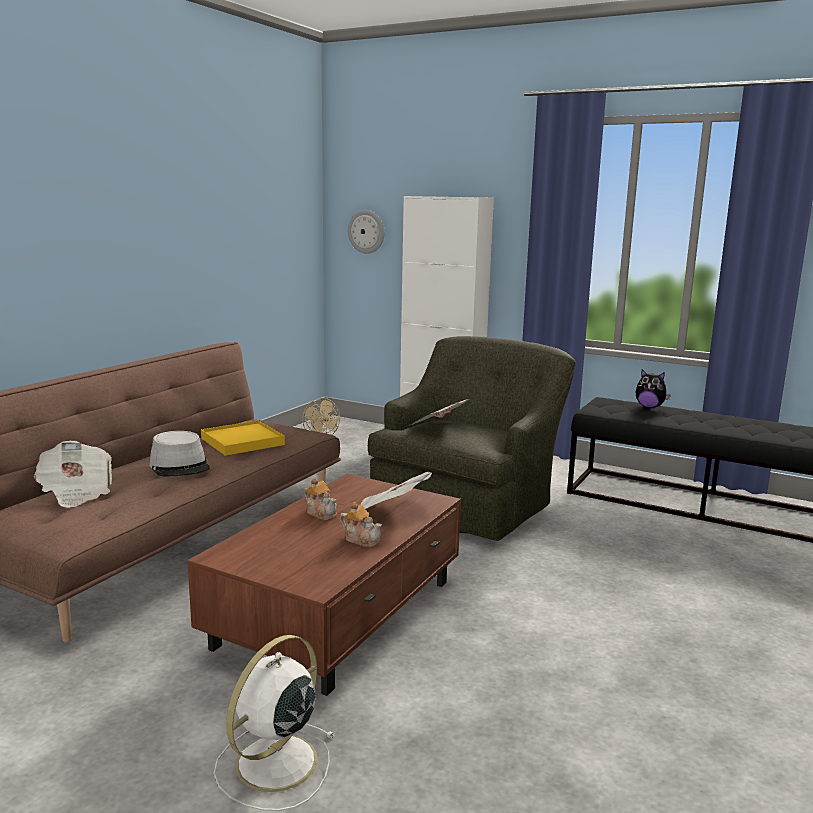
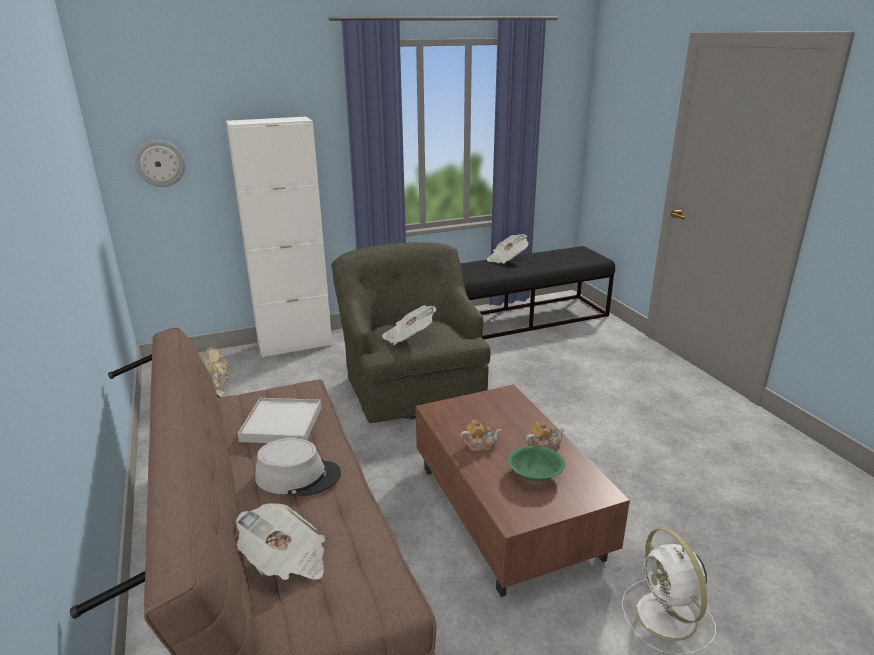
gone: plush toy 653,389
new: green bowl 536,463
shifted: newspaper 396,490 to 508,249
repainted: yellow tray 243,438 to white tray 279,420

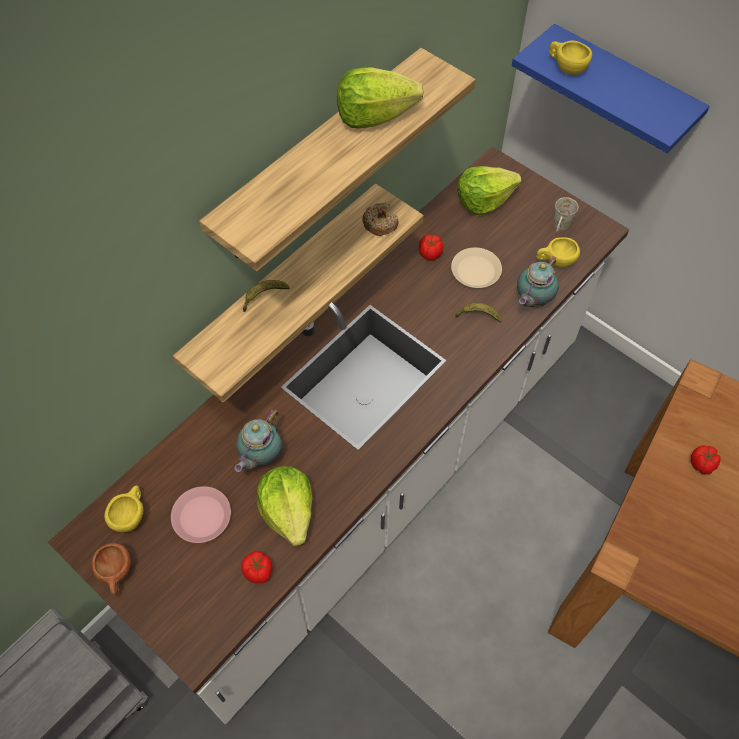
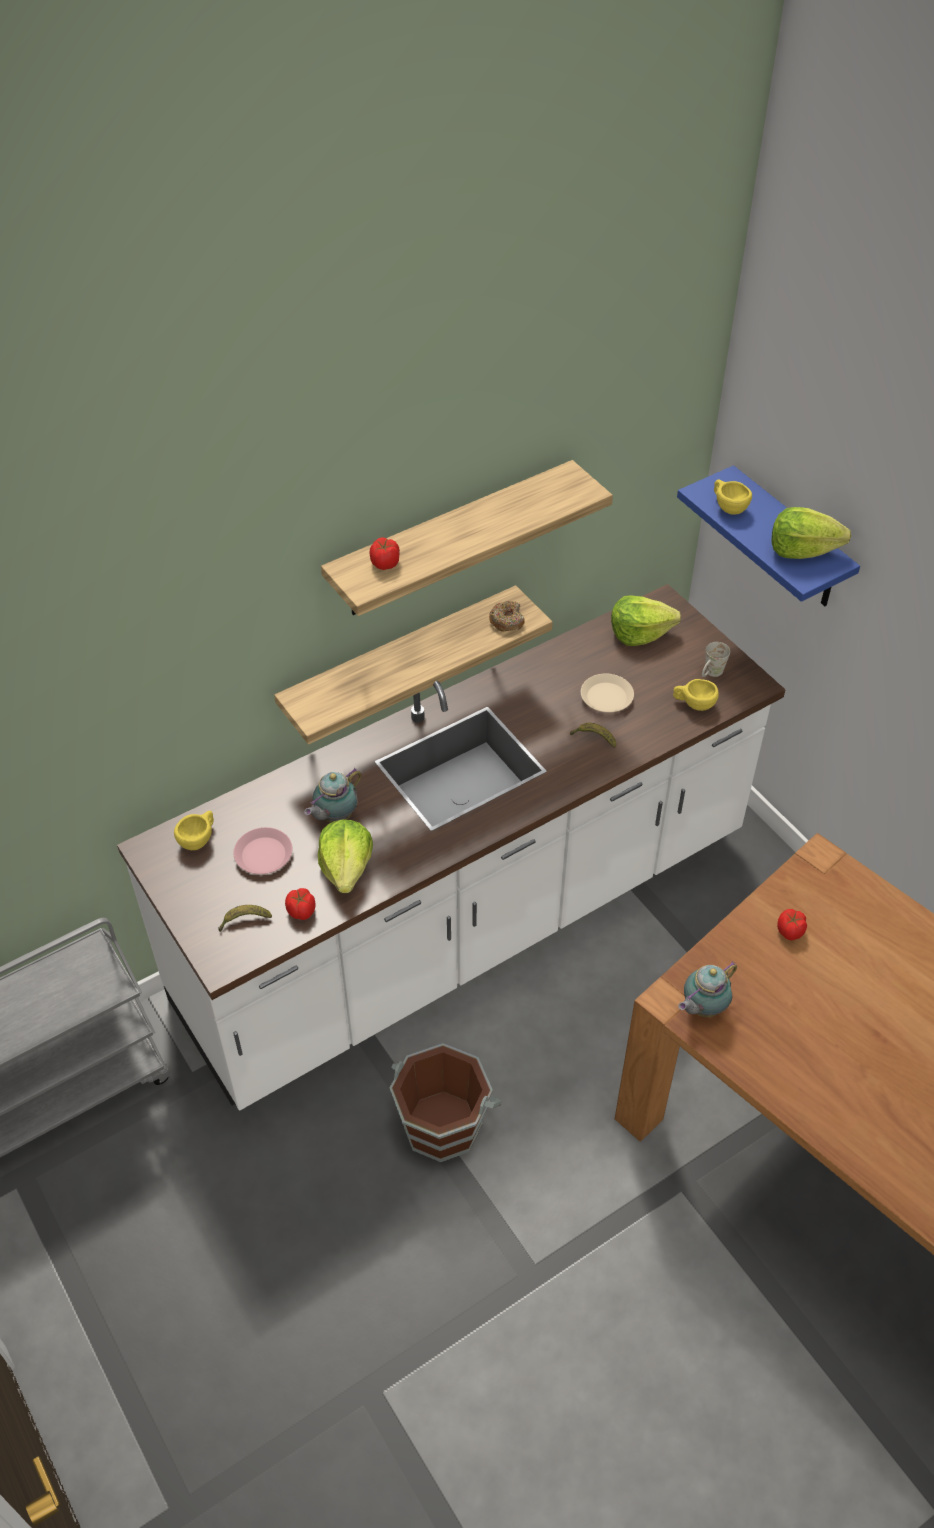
gone: brown cup 111,570
new: brown bucket 446,1102
shifted: lettuce 380,98 to 811,533; tomato 431,247 to 385,553; teapot 538,282 to 707,989; banana 266,296 to 245,918

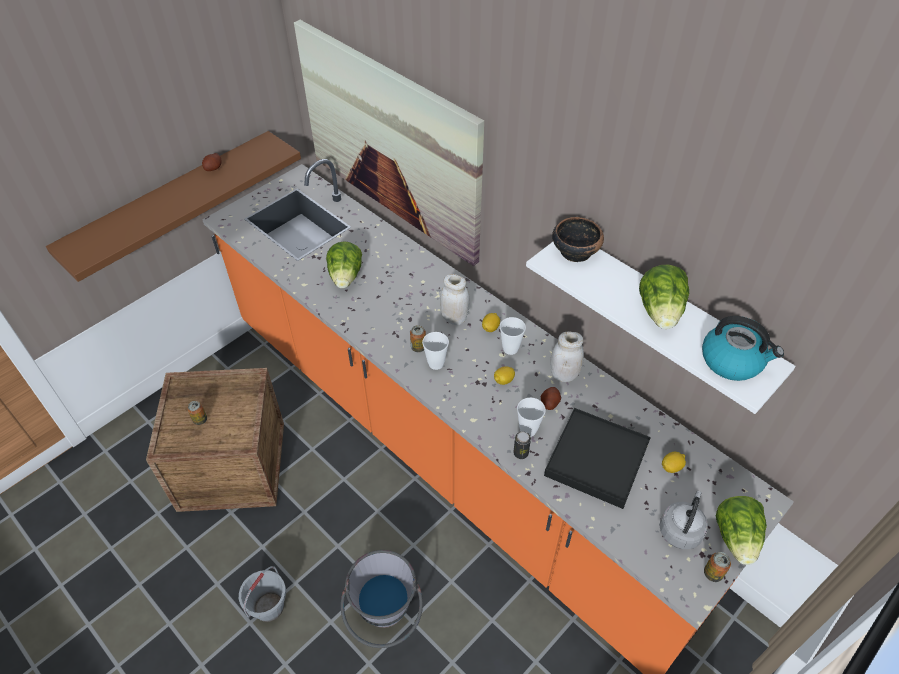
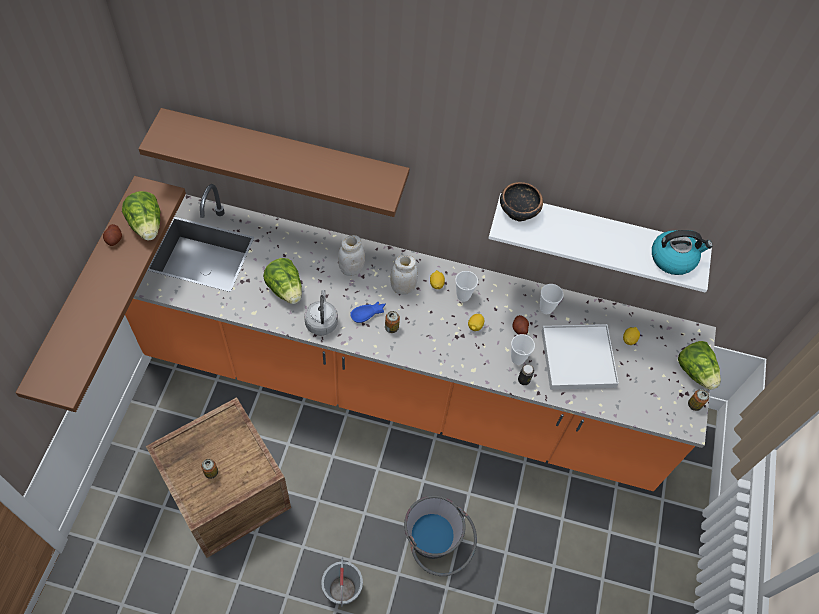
new: blue bowl 367,312
shifted: lettuce 664,297 to 141,215; cup 435,351 to 552,299; white jar 567,357 to 351,255; grey kettle 683,520 to 321,313
swapped: picture 389,143 to brown shelf 274,162
repainted: black tray 597,458 to white tray 580,357

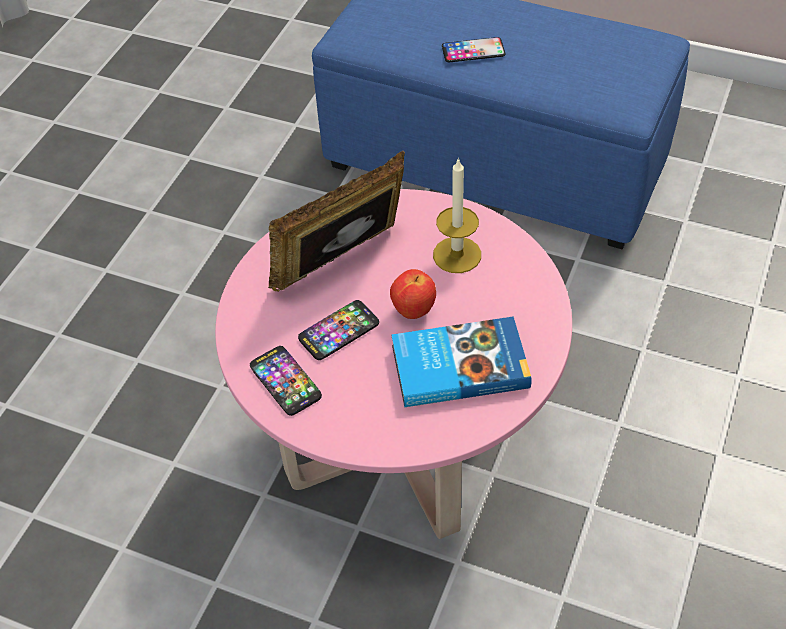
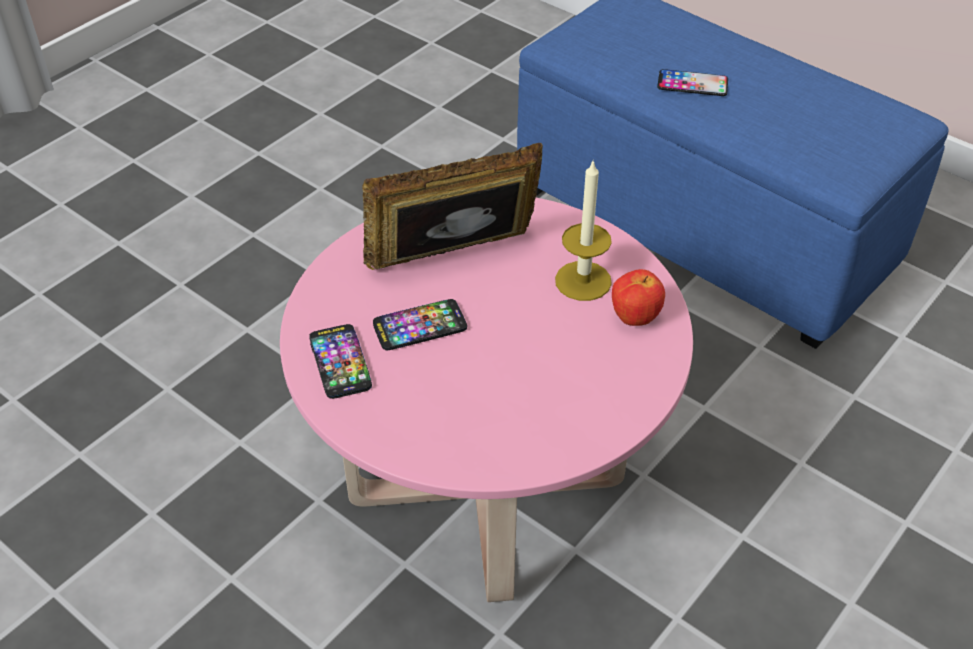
gone: book 461,361
shifted: apple 413,294 to 638,297

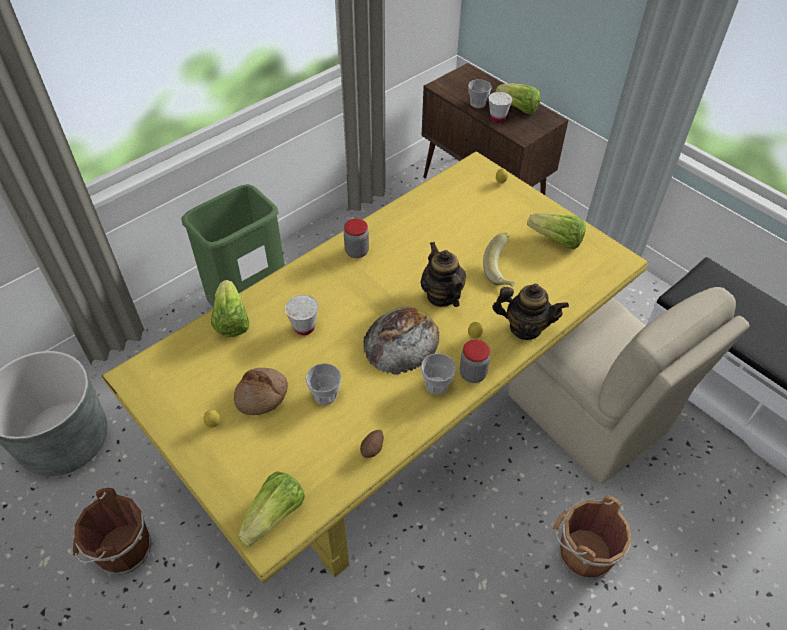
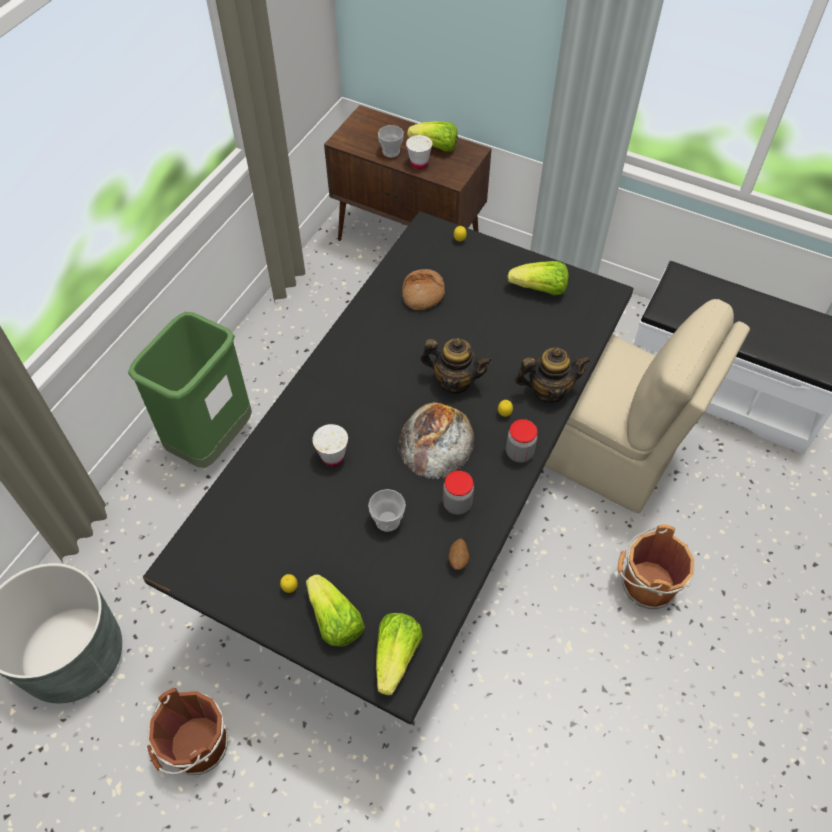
gone: banana 498,260; cup 438,374
shifted: jar 356,238 to 458,493; lettuce 230,308 to 335,610; bread 261,391 to 423,289
repainted: yellow dining table 375,367 to black dining table 388,467
rotated: teapot 443,274 = 456,365 150 degrees clockwise

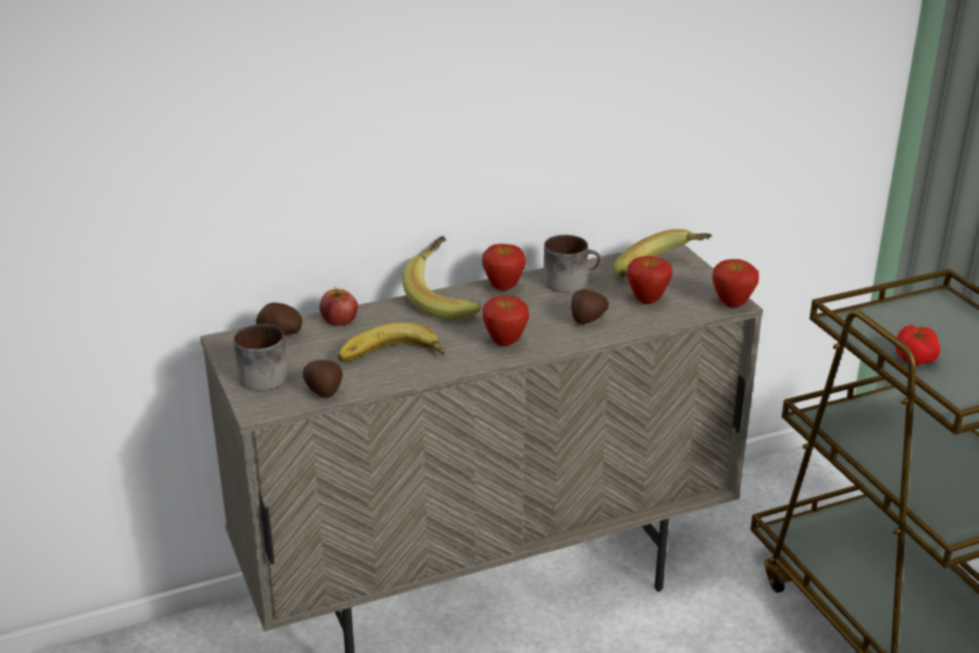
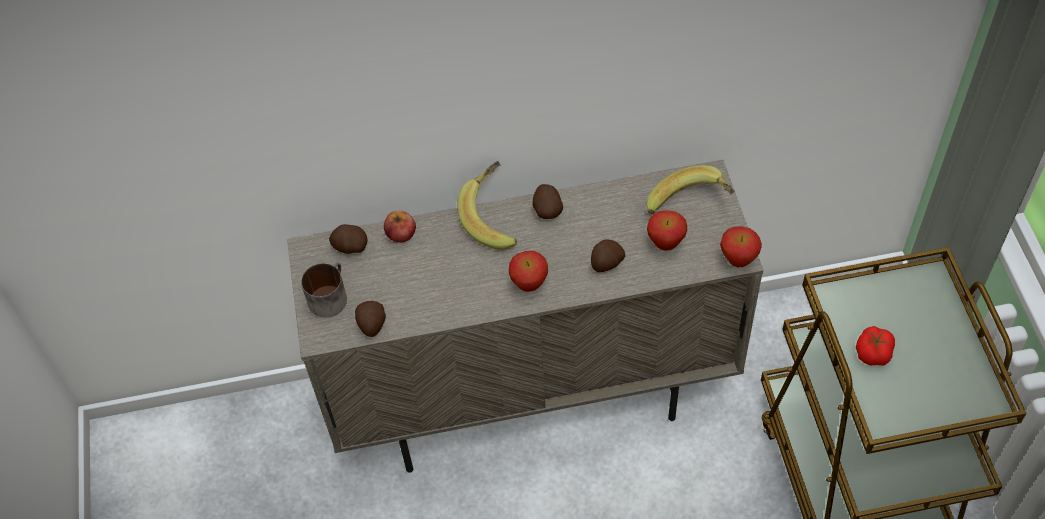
gone: mug 572,264; banana 391,342
swapped: apple 504,267 to potato 547,201

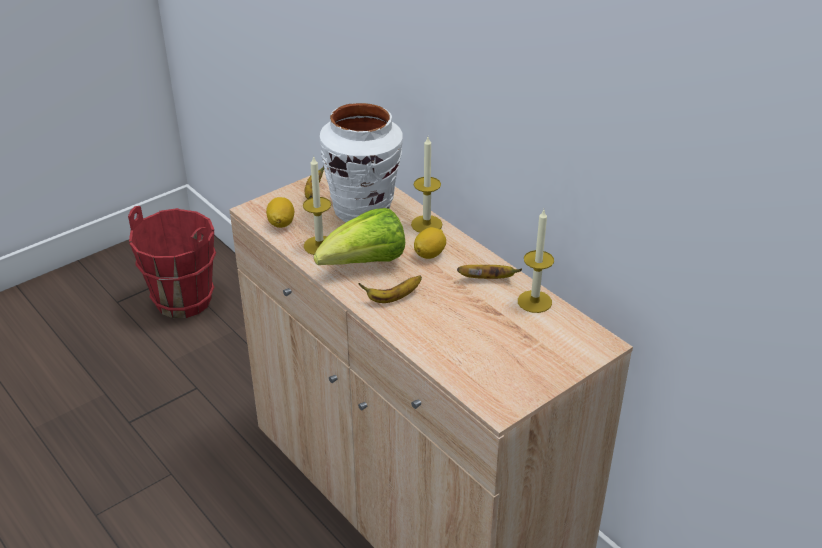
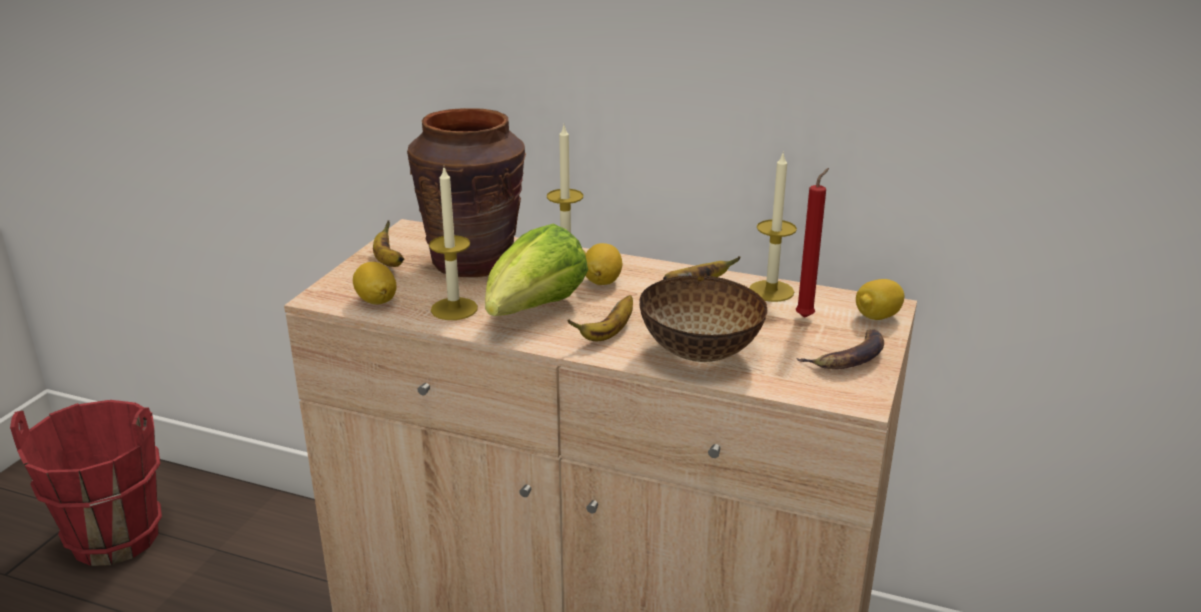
new: red candle 812,243; bowl 704,318; lemon 880,299; banana 840,349
repainted: white vase 361,162 to brown vase 466,192

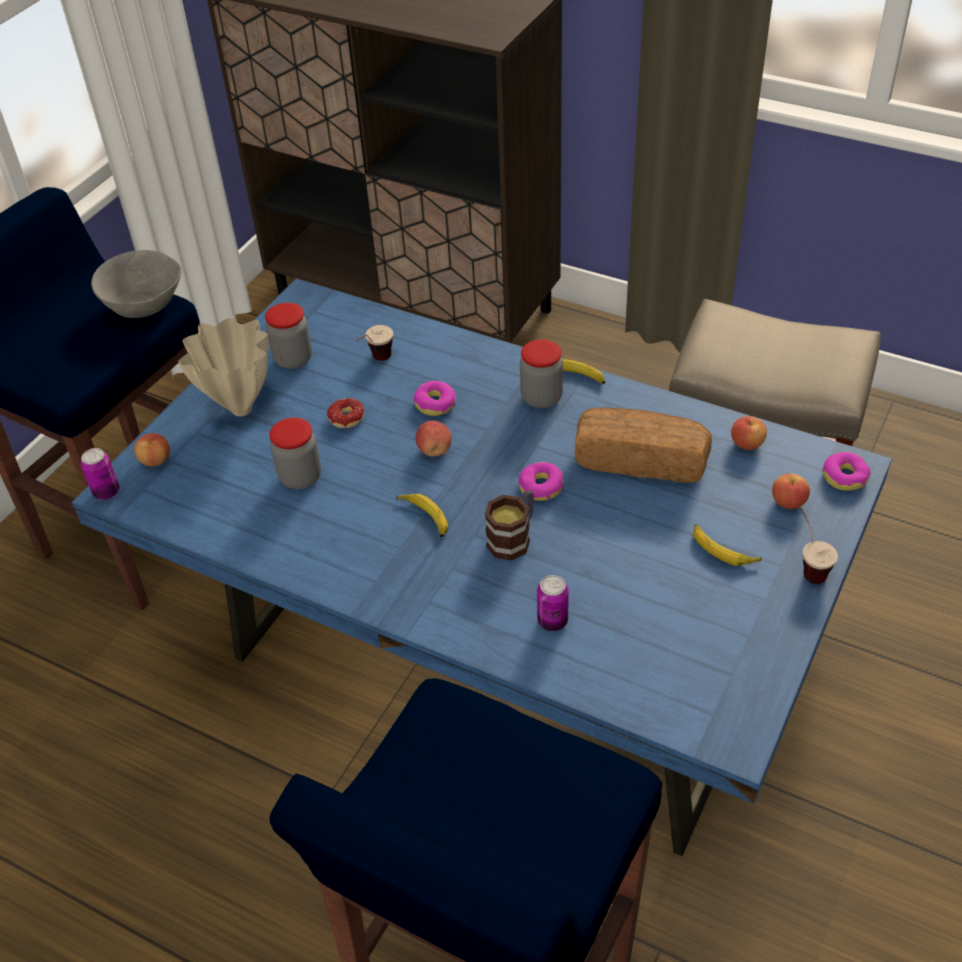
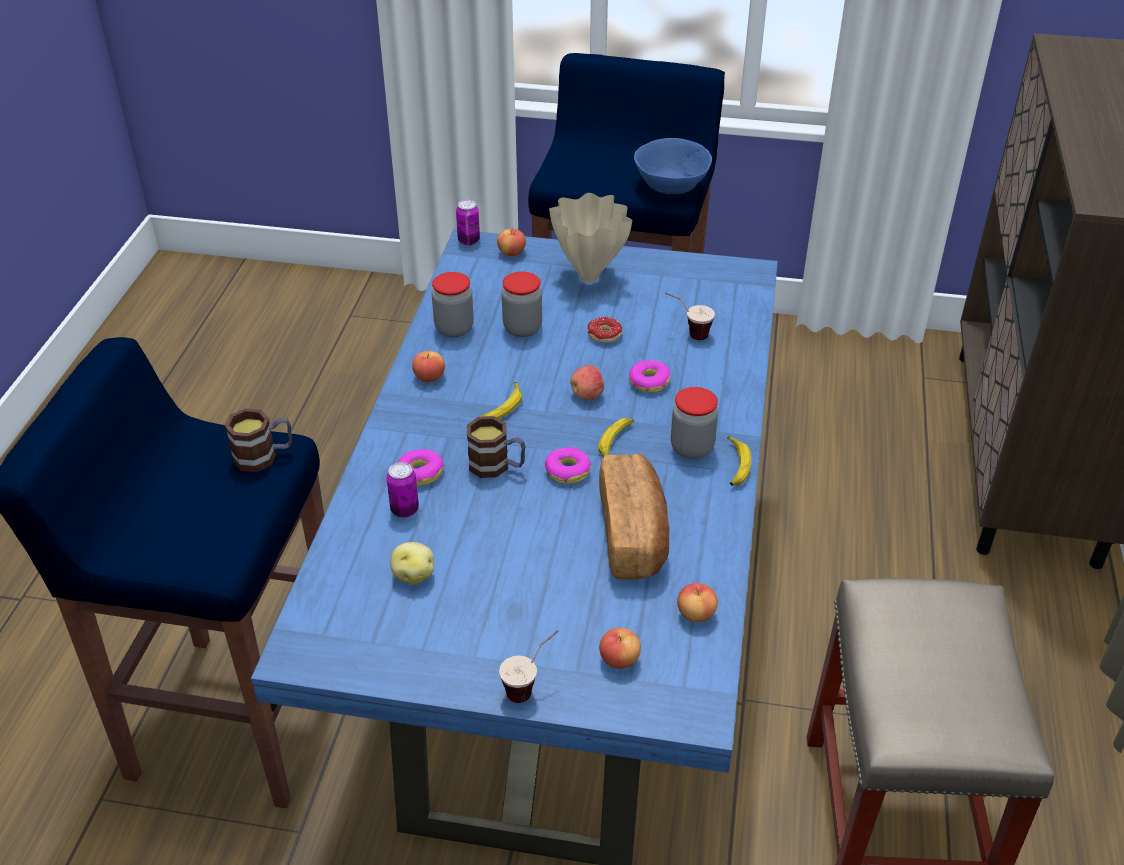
new: apple 428,366; mug 258,440; potato 412,563
shifted: jar 288,336 to 453,304; donut 846,471 to 421,467; banana 727,545 to 616,437
repainted: grey bowl 136,284 to blue bowl 673,166

